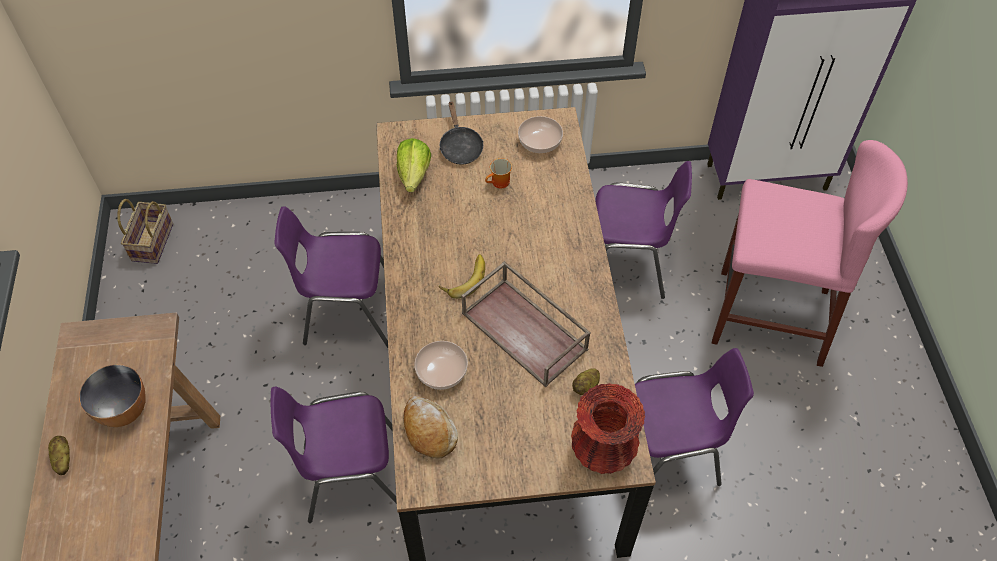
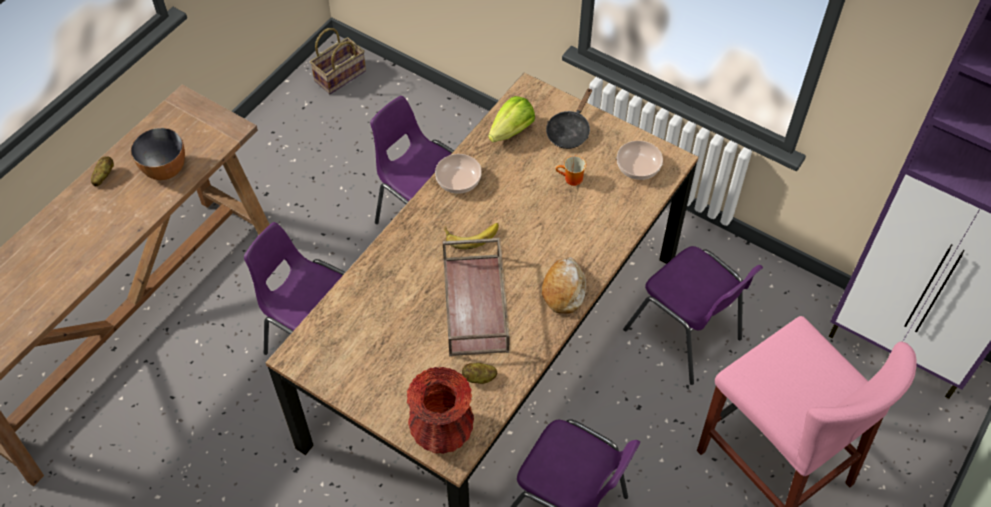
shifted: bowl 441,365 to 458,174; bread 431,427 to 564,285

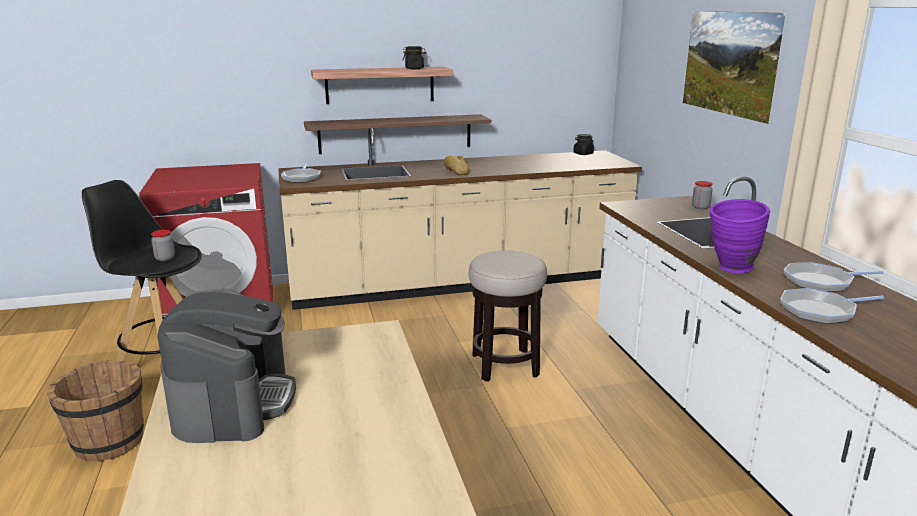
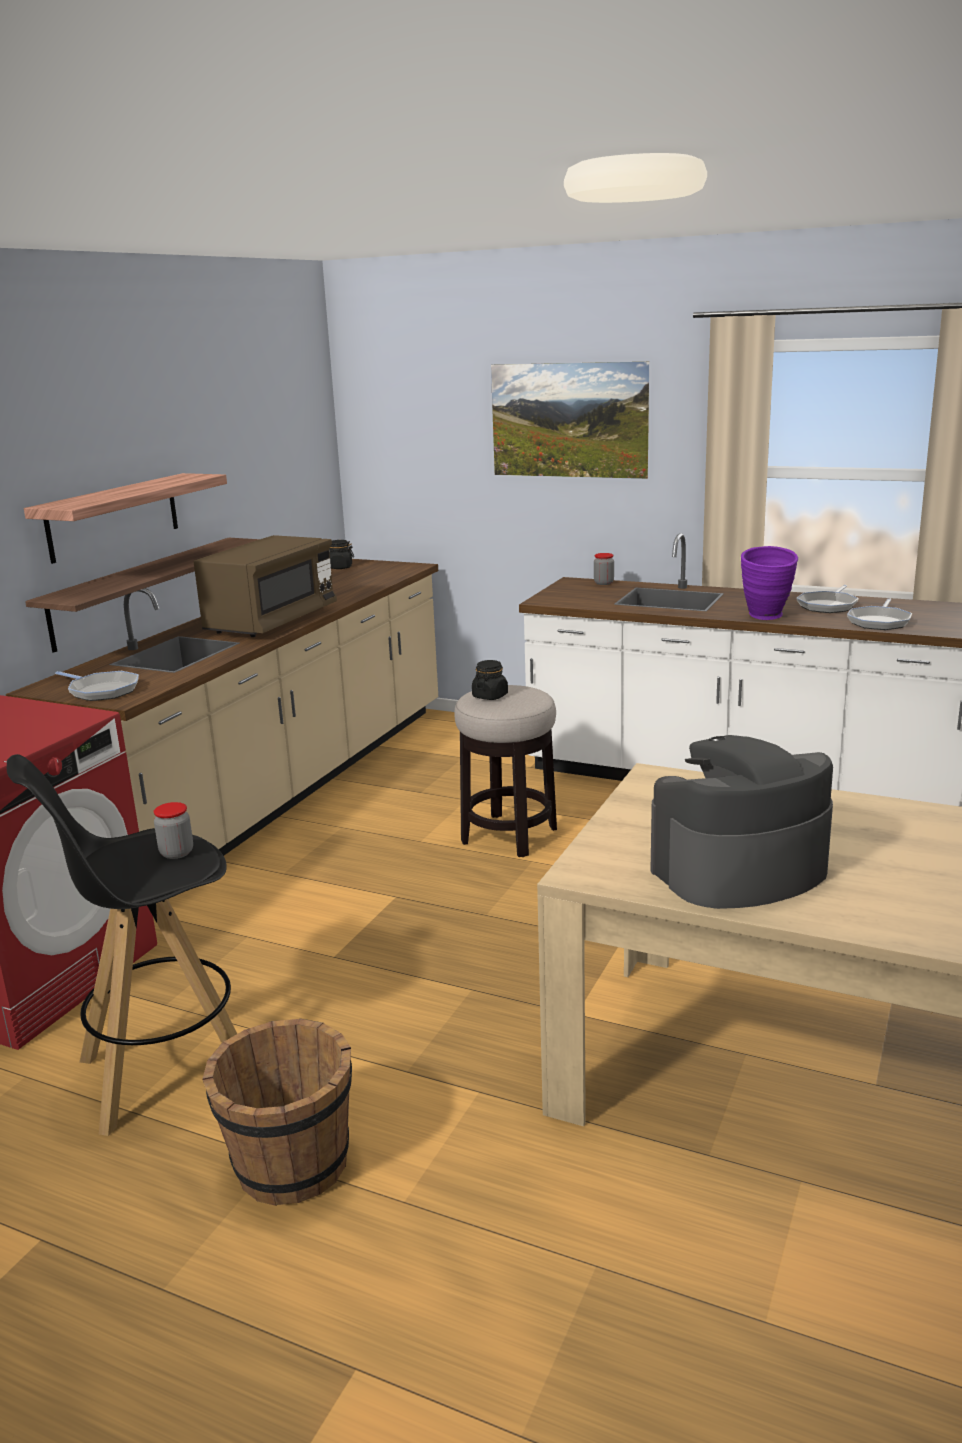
shifted: black jar 414,57 to 490,680
swapped: bread 456,165 to brown microwave 265,586
rotated: coffee machine 227,365 = 741,822 60 degrees counterclockwise

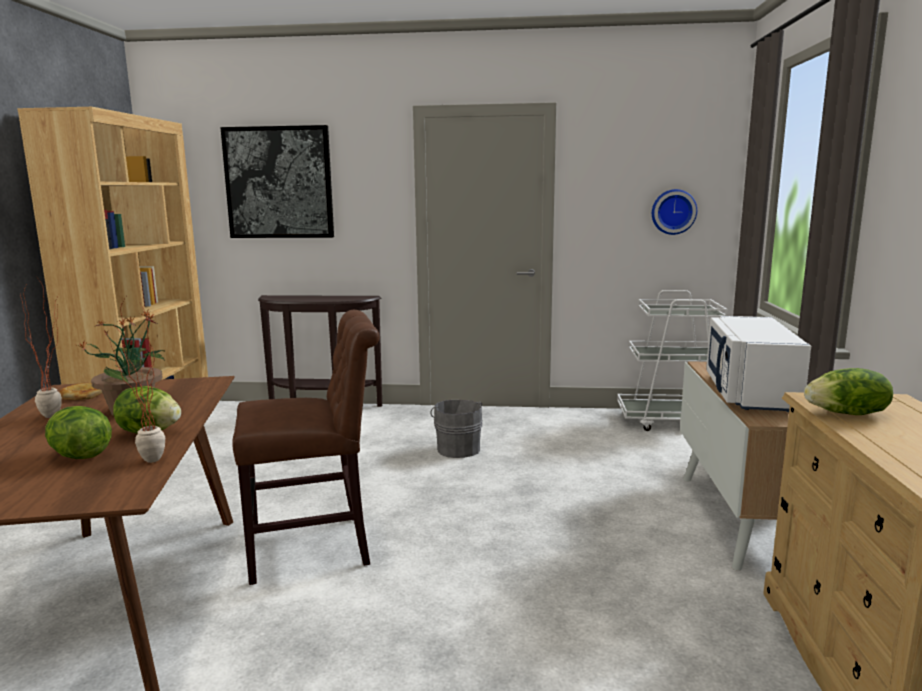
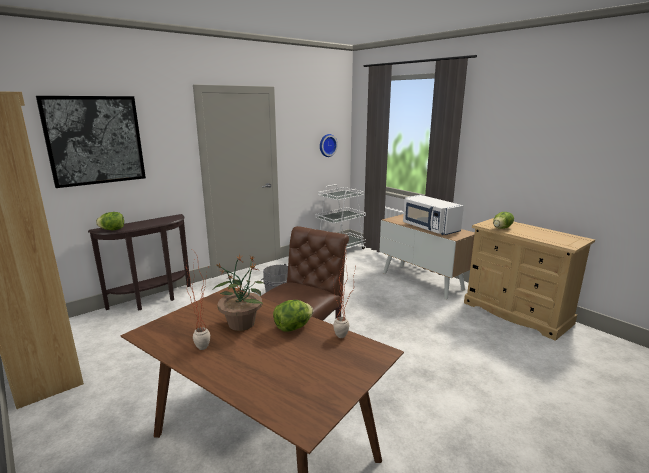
gone: bread 80,391
shifted: lettuce 78,432 to 110,221

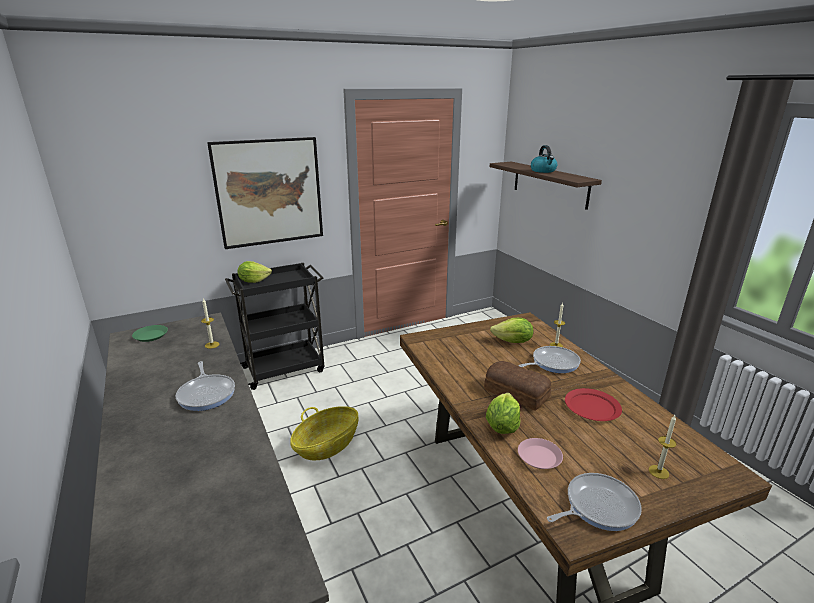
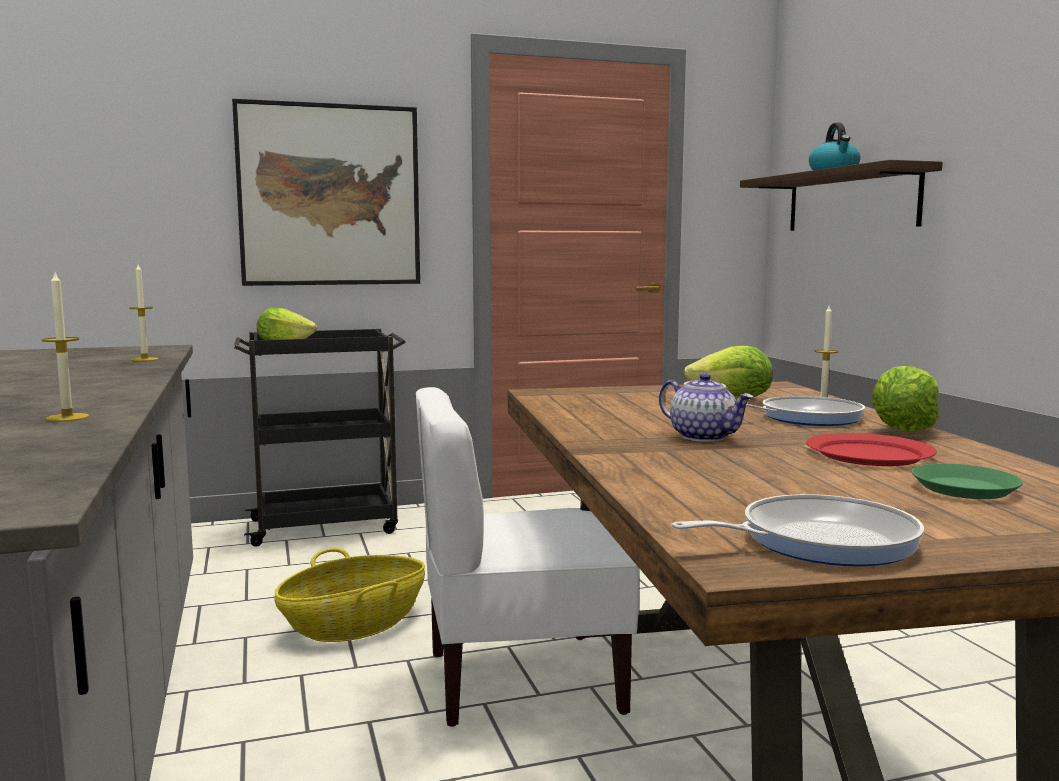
gone: frying pan 205,386; pink plate 540,453
new: white chair 527,557
shifted: green plate 150,333 to 967,481; lettuce 503,413 to 905,398; candle 662,447 to 65,347
swapped: bread 517,386 to teapot 706,407

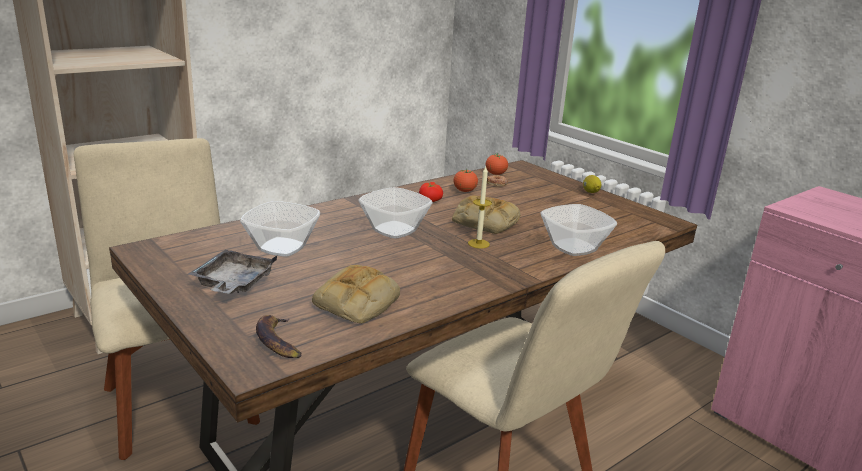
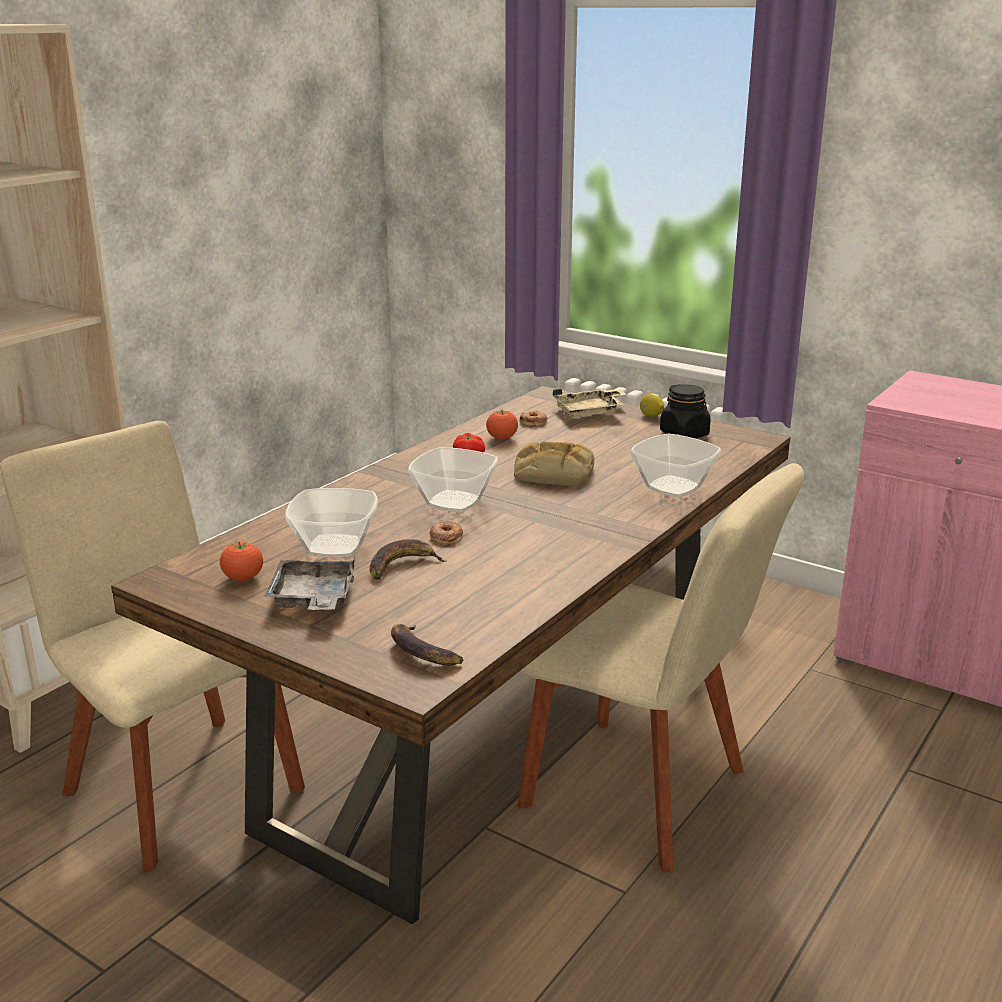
gone: candle 480,208; bread 356,294
new: black jar 685,411; beige tray 590,403; donut 446,532; banana 408,559
shifted: tomato 497,164 to 241,561

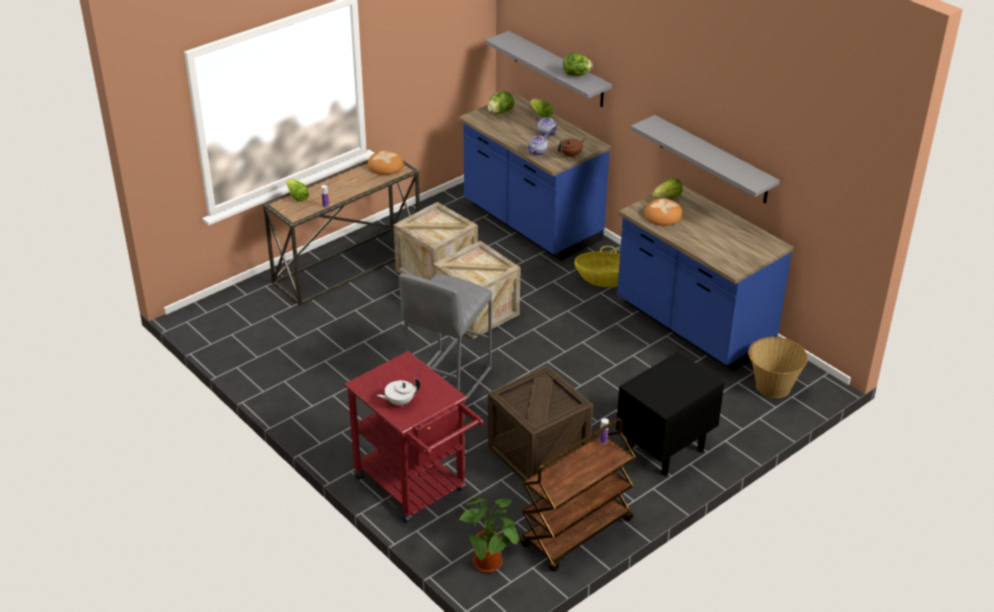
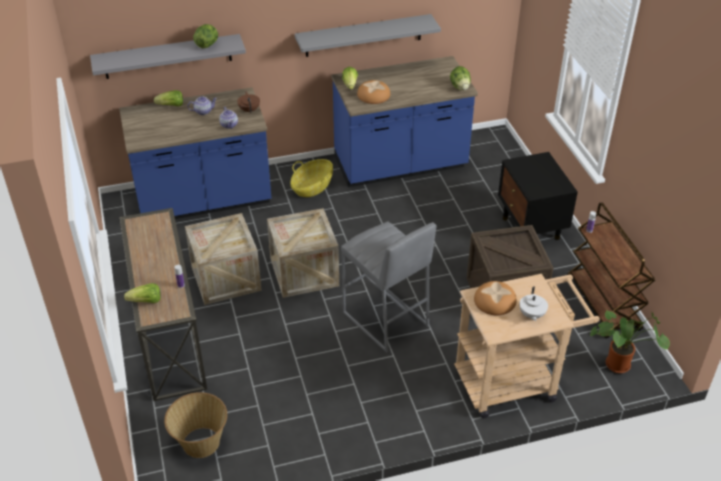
shifted: lettuce 501,102 to 460,78; bread 385,162 to 495,298; basket 778,367 to 195,425
repainted: red cart 414,437 to beige cart 527,346

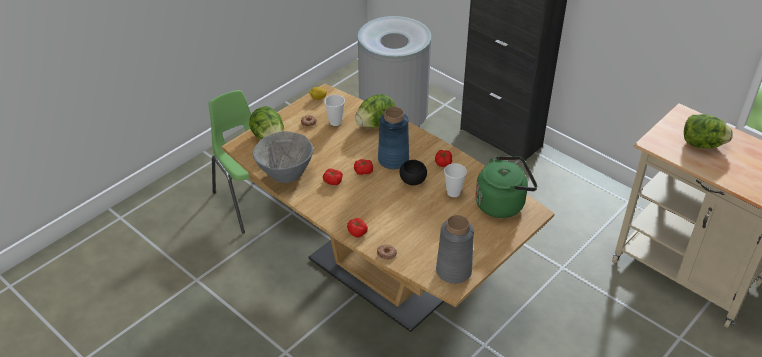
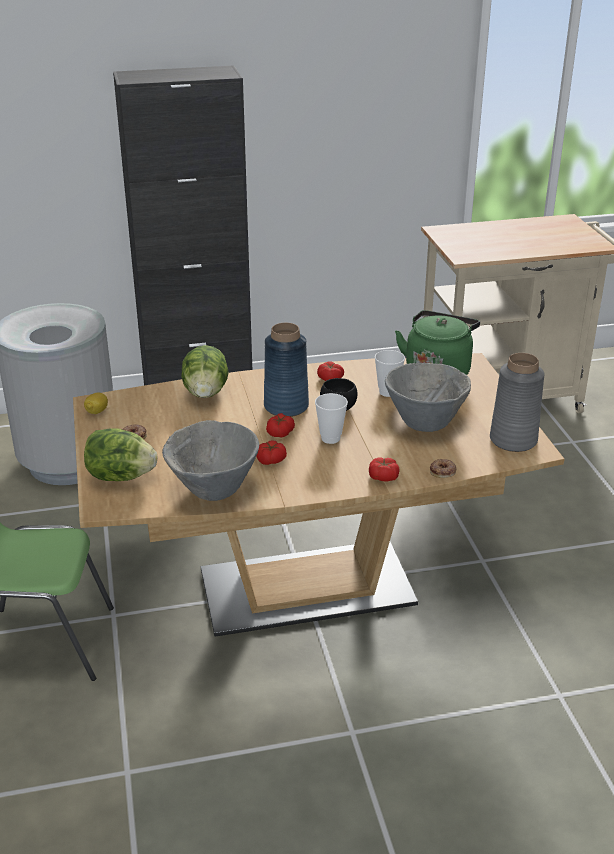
gone: lettuce 708,131
new: grey bowl 428,397
shifted: cup 334,110 to 331,418

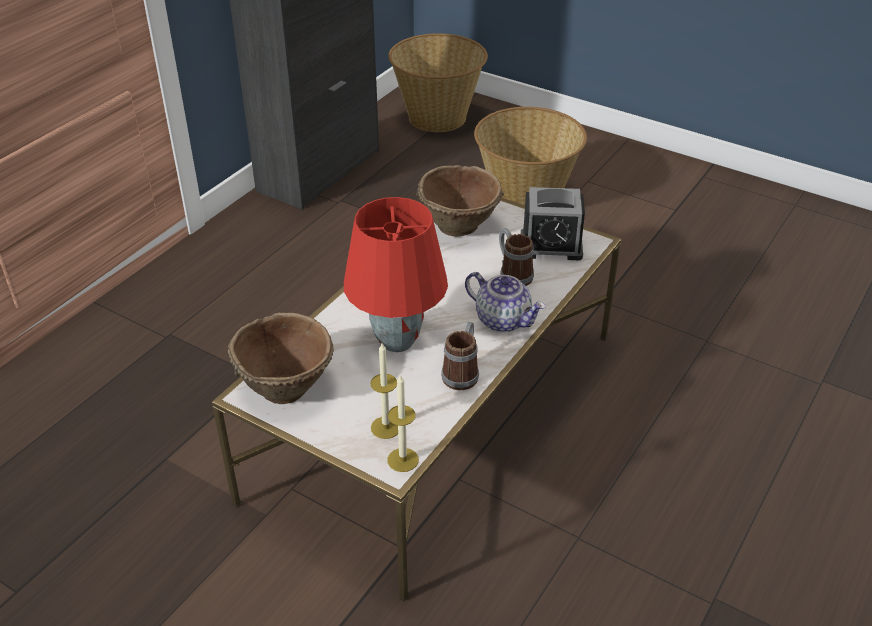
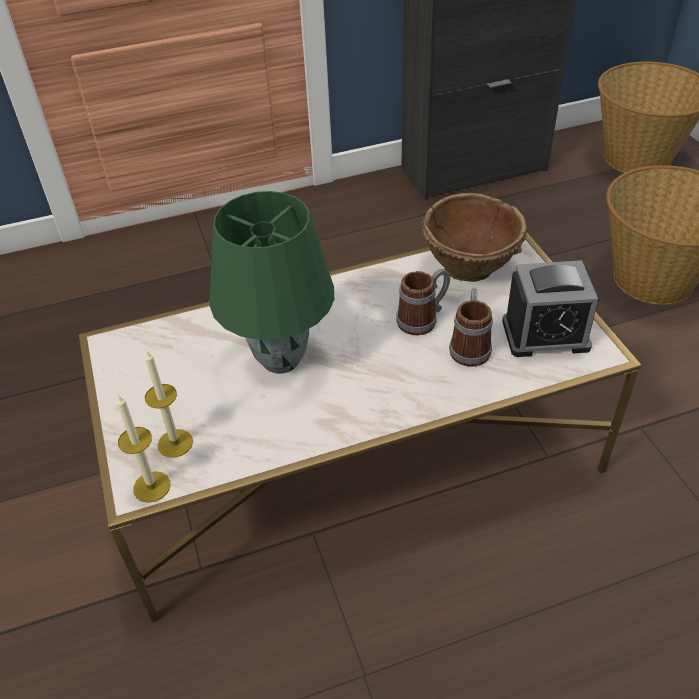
gone: teapot 505,302; brown bowl 281,358
shifted: mug 460,356 to 423,301
repainted: red table lamp 396,274 to green table lamp 272,282
rotated: alarm clock 553,223 = 550,308 45 degrees counterclockwise

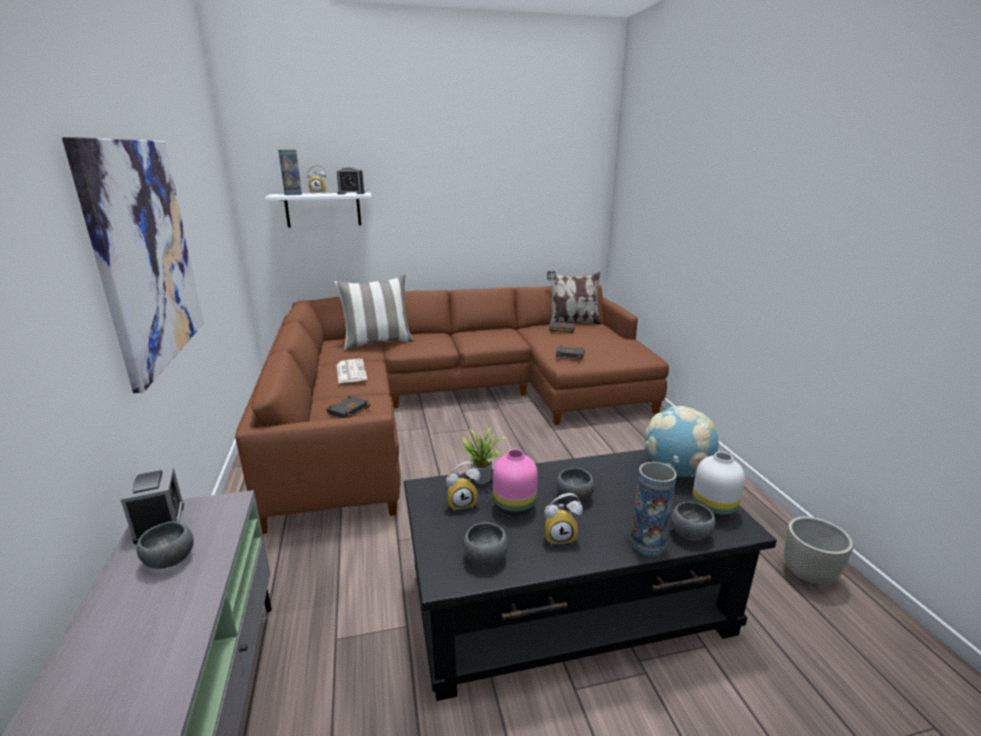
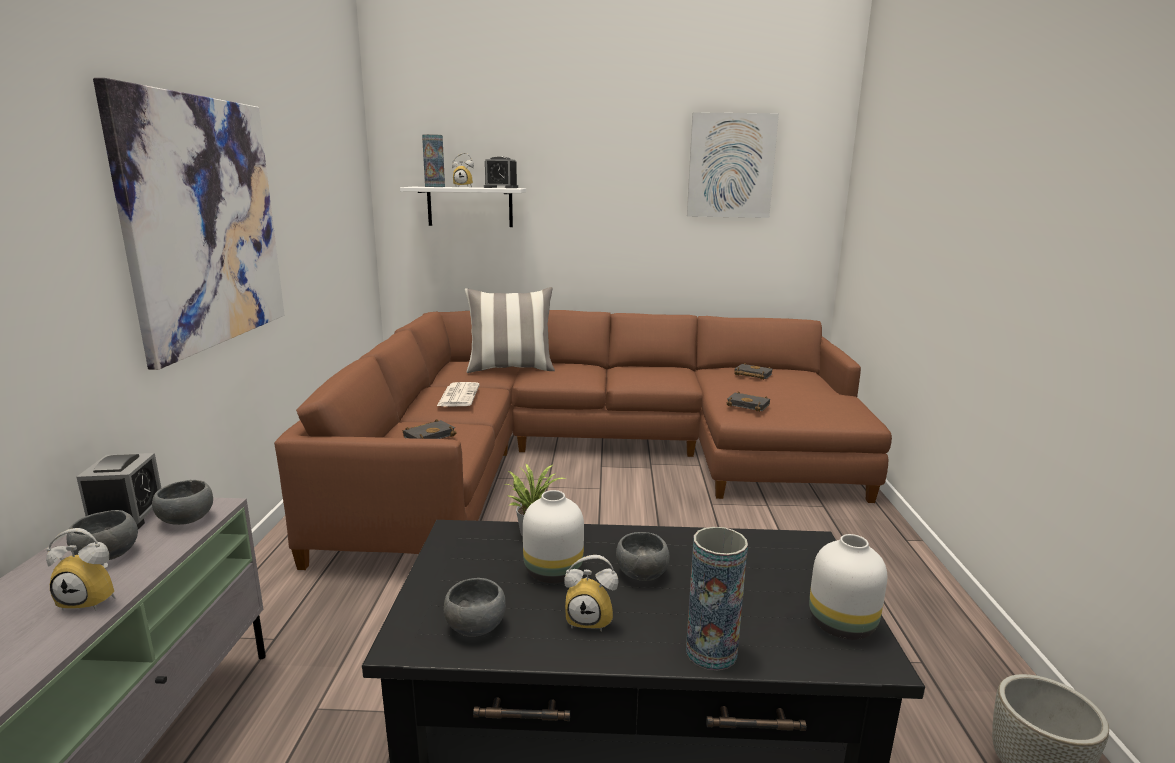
gone: pillow 574,298; globe 682,441
new: picture 733,165
shifted: alarm clock 463,486 to 81,569; grey bowl 693,521 to 182,502
repainted: pink vase 515,482 to white vase 553,536

